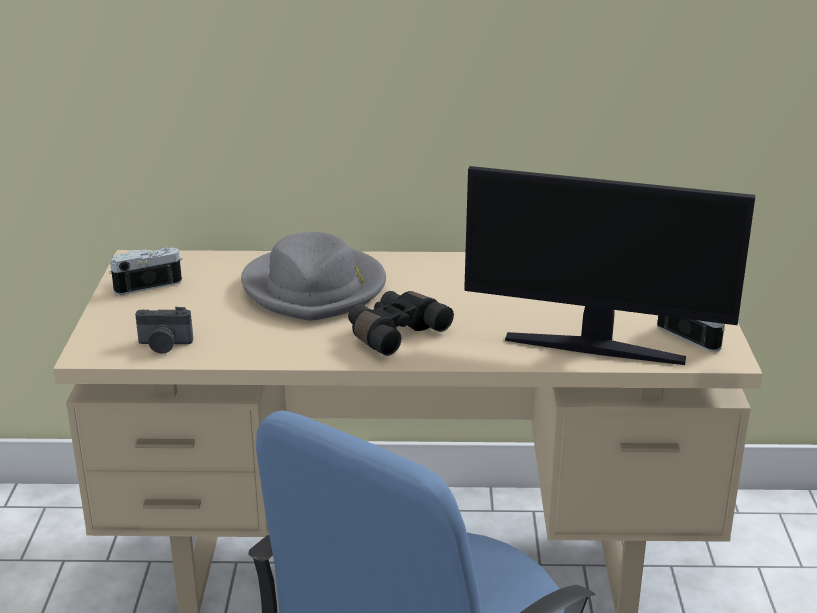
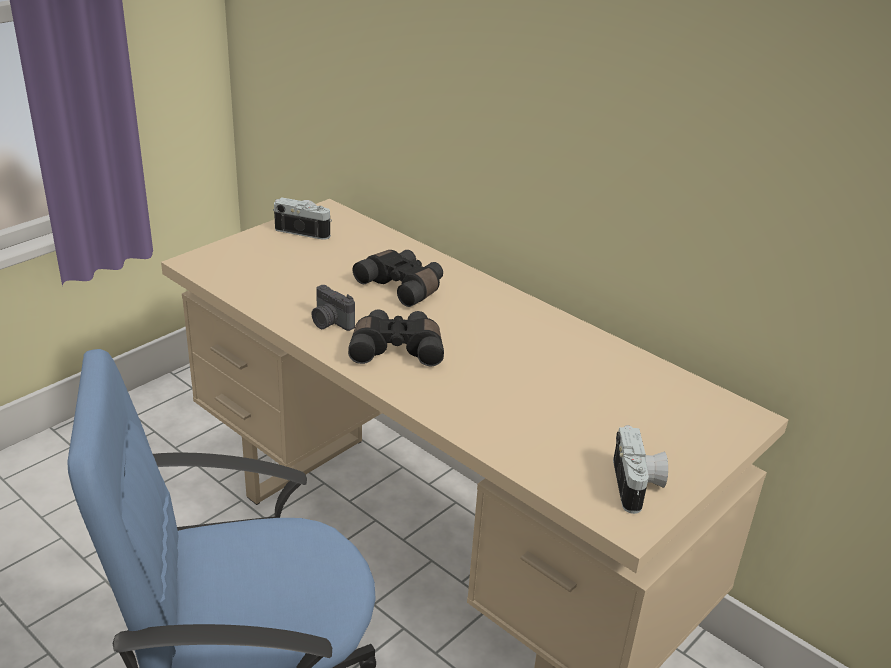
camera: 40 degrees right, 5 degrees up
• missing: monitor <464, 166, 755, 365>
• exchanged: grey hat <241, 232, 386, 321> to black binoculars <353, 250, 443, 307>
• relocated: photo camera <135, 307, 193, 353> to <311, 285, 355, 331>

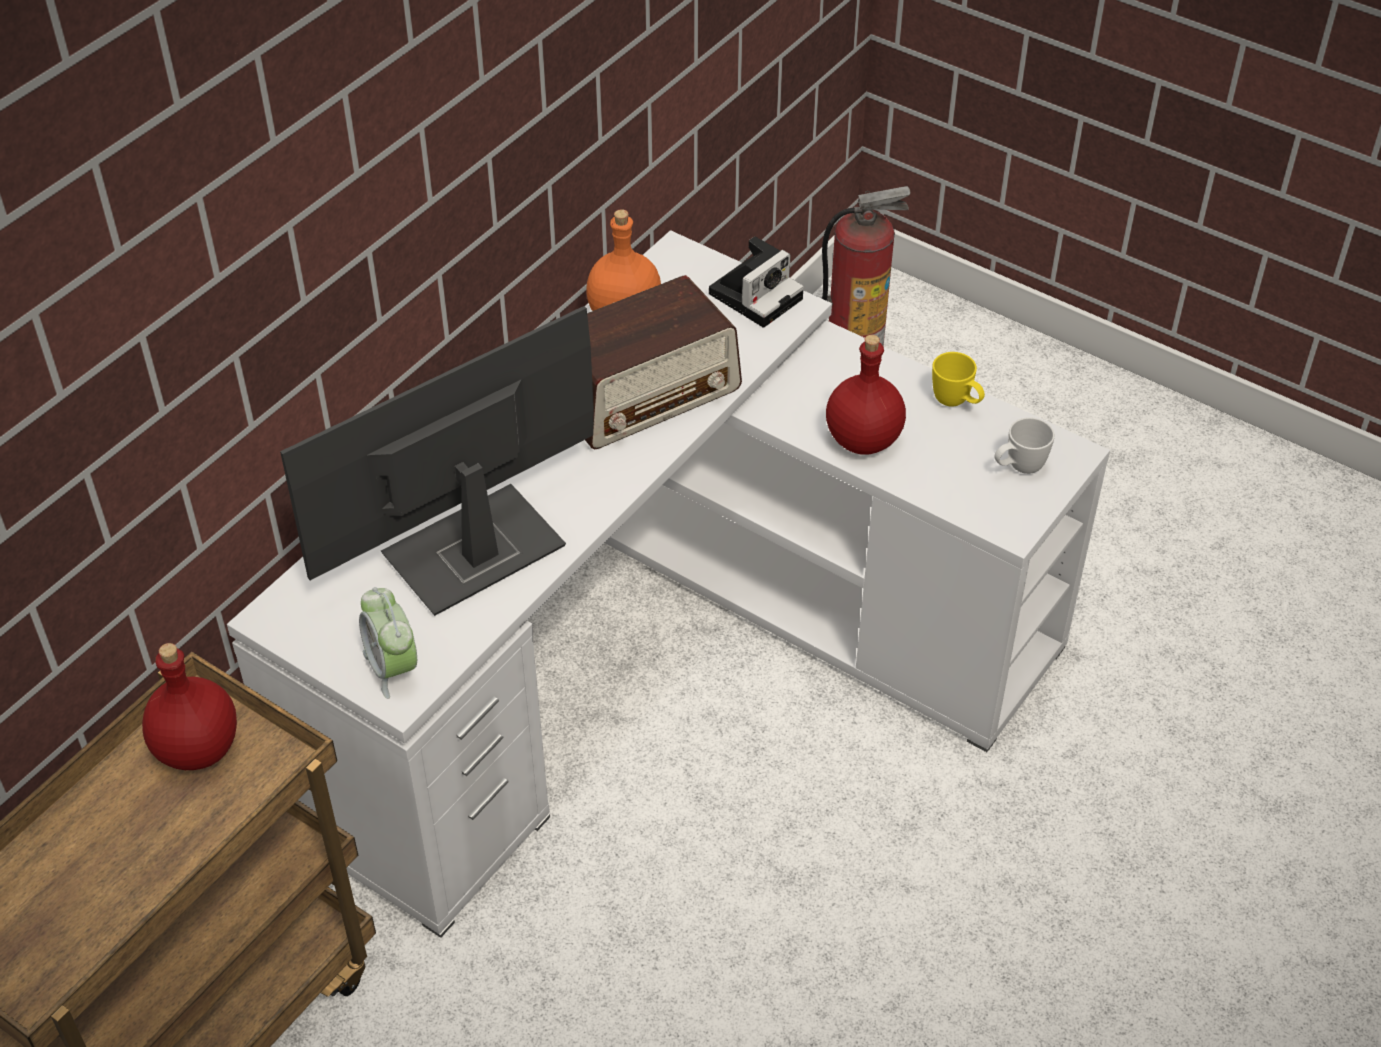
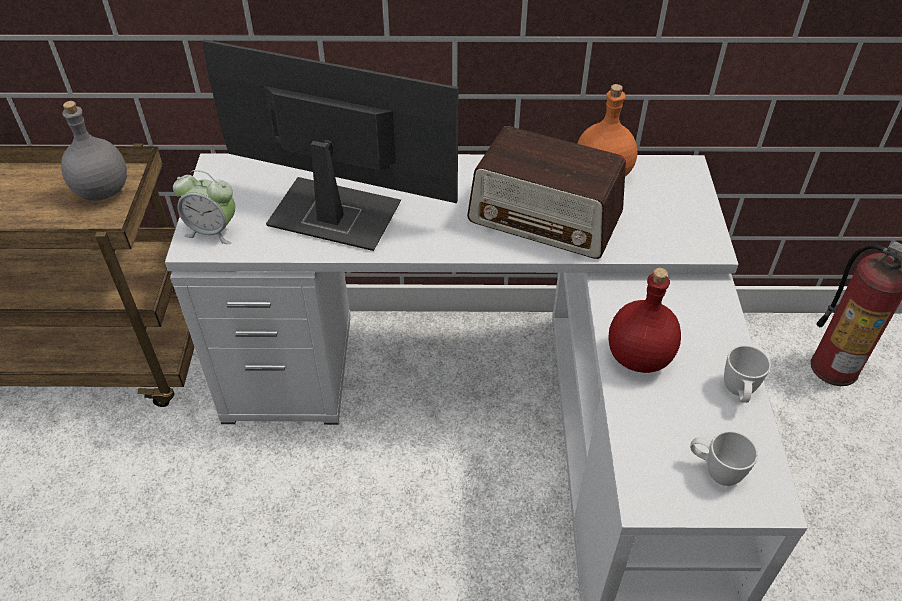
camera: 55 degrees right, 0 degrees up
• missing: photo camera <709, 236, 804, 328>
• colour: yellow mug <932, 352, 985, 406> to white mug <724, 345, 771, 403>
• spun: alarm clock <359, 587, 417, 699> = <173, 170, 235, 244> 105 degrees counterclockwise
• colour: red bottle <142, 643, 237, 770> to grey bottle <61, 101, 127, 201>

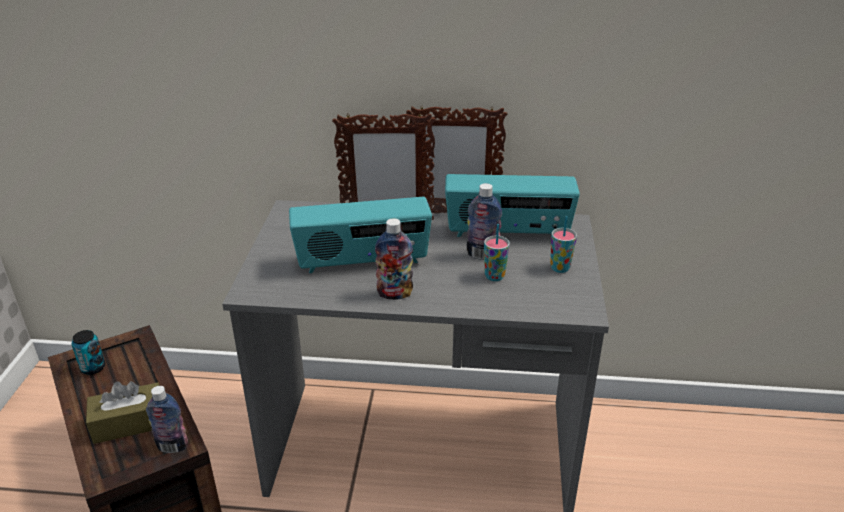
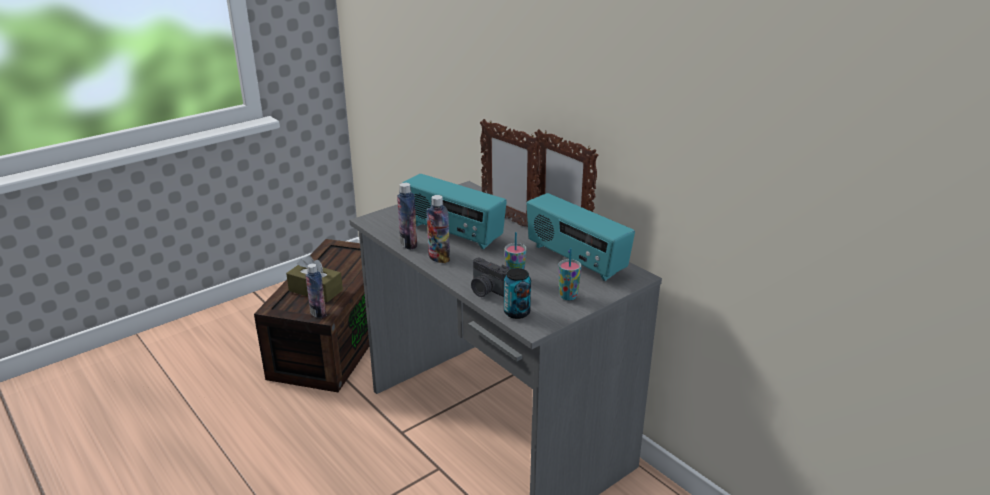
camera: 45 degrees right, 5 degrees down
• relocated: bottle <466, 183, 502, 260> to <397, 183, 417, 250>
• relocated: can <72, 330, 105, 375> to <504, 268, 531, 319>
• appeared: photo camera <471, 258, 509, 297>

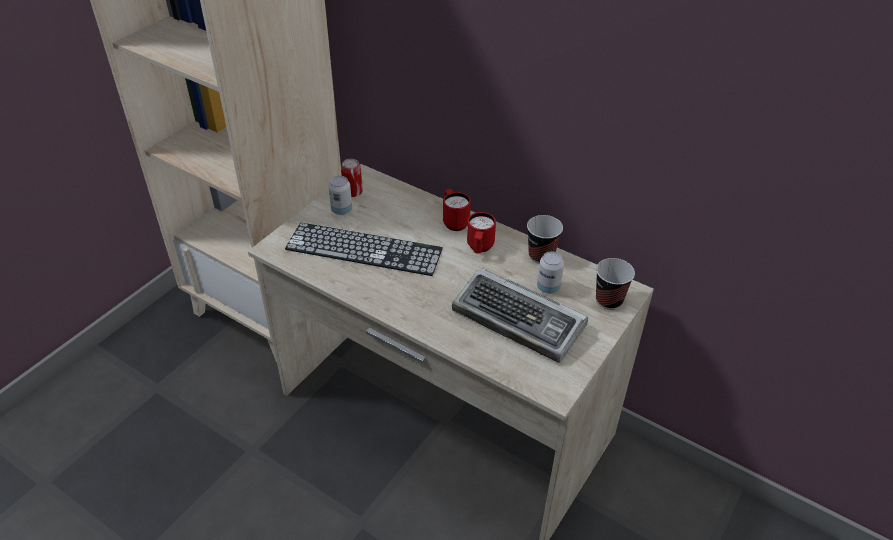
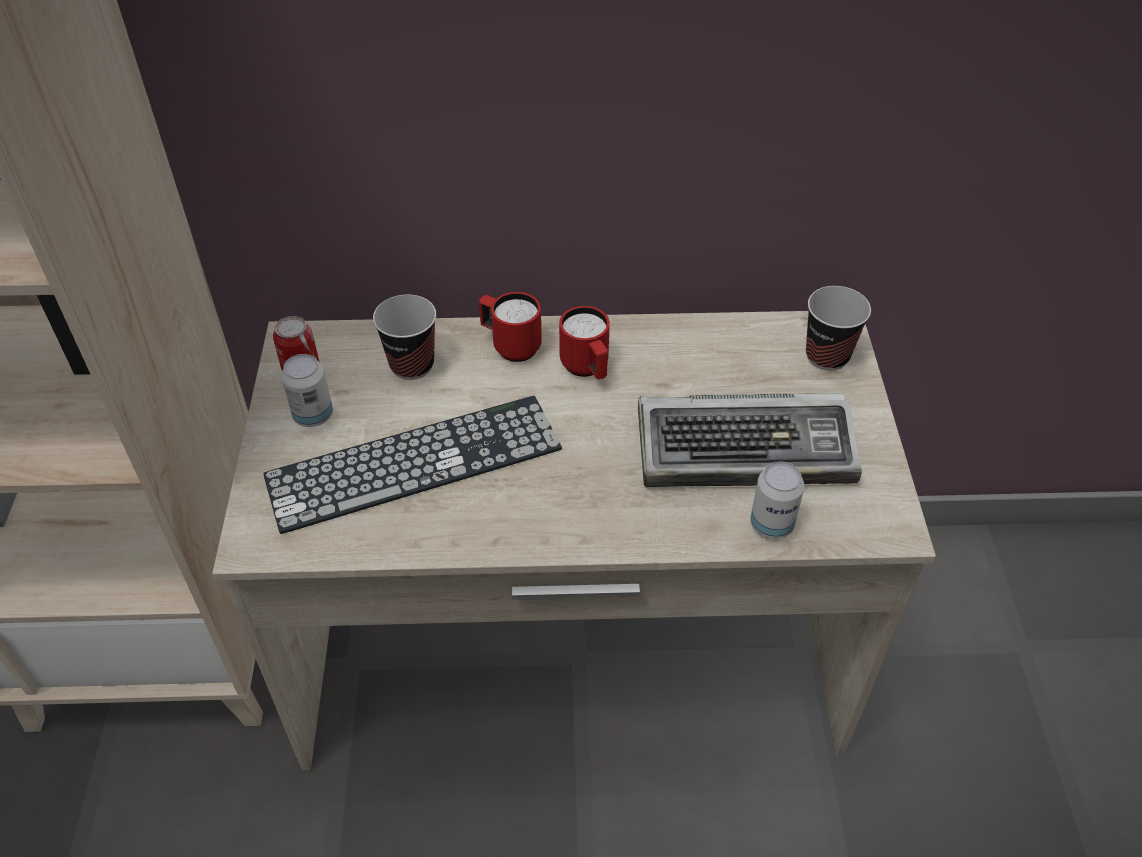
camera: 35 degrees left, 5 degrees up
• relocated: cup <527, 215, 563, 264> to <373, 295, 436, 380>
• relocated: can <537, 251, 564, 294> to <750, 462, 804, 539>

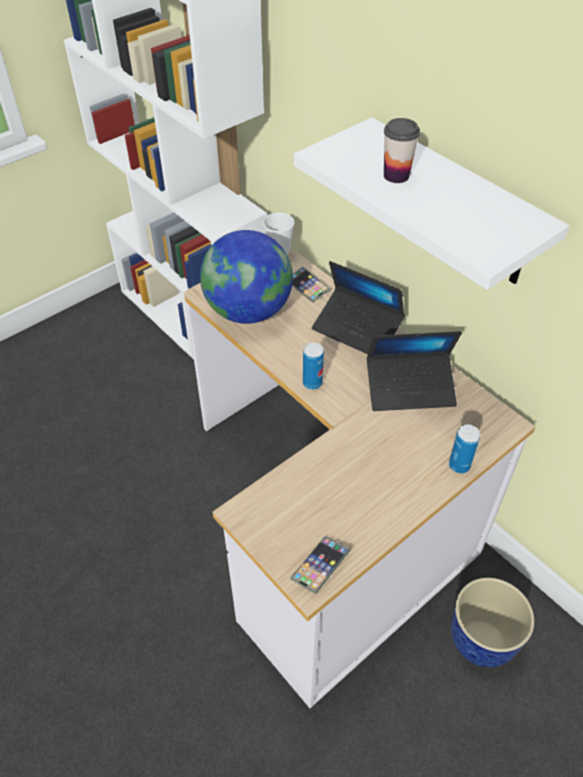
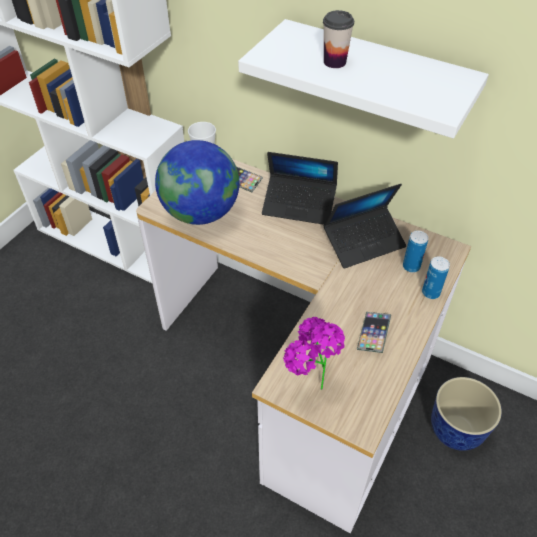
camera: 20 degrees left, 0 degrees up
• relocated: can <303, 343, 324, 390> to <403, 231, 428, 273>
• relocated: phone <290, 536, 350, 594> to <357, 312, 391, 353>
• appeared: potted plant <283, 317, 345, 390>

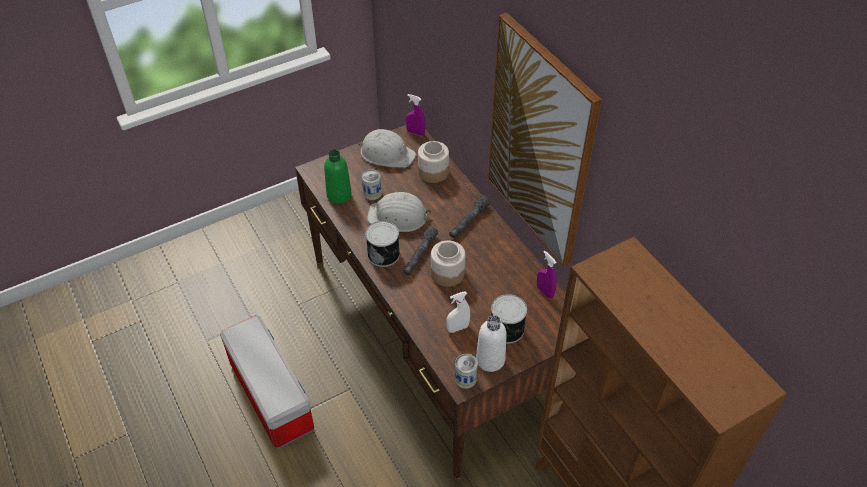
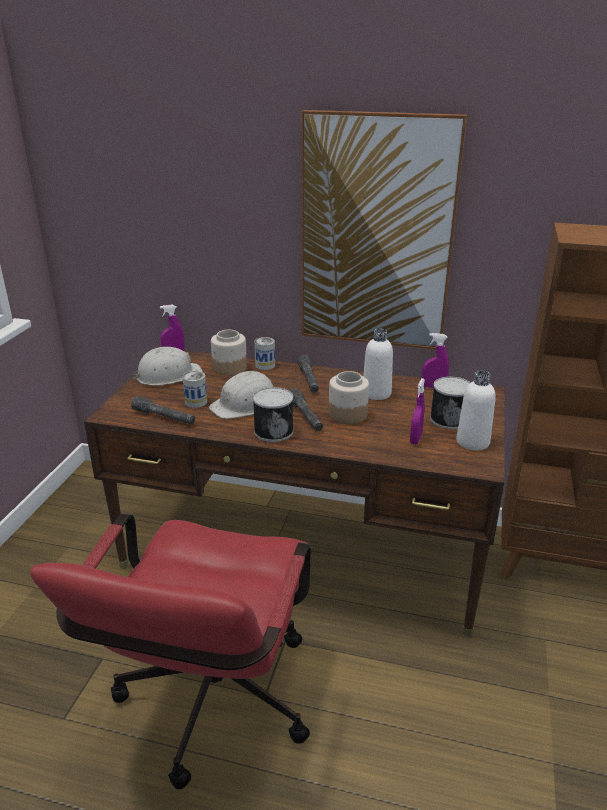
camera: 45 degrees left, 20 degrees down
• exchanged: green bottle <324, 149, 352, 204> to grey flashlight <131, 396, 195, 425>
• colour: white spray bottle <446, 292, 470, 333> to purple spray bottle <410, 378, 425, 444>
• exchanged: storage box <220, 315, 314, 449> to red office chair <30, 513, 311, 789>
• relocated: can <455, 354, 478, 389> to <254, 337, 275, 370>
• appeared: white bottle <363, 329, 393, 400>

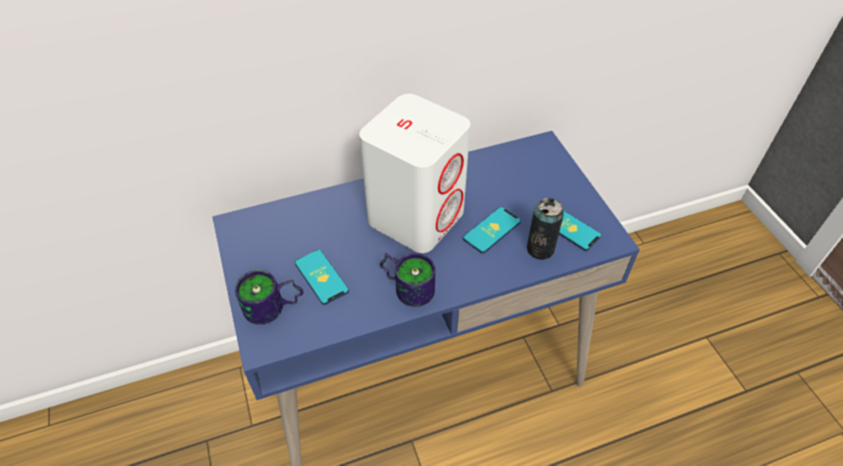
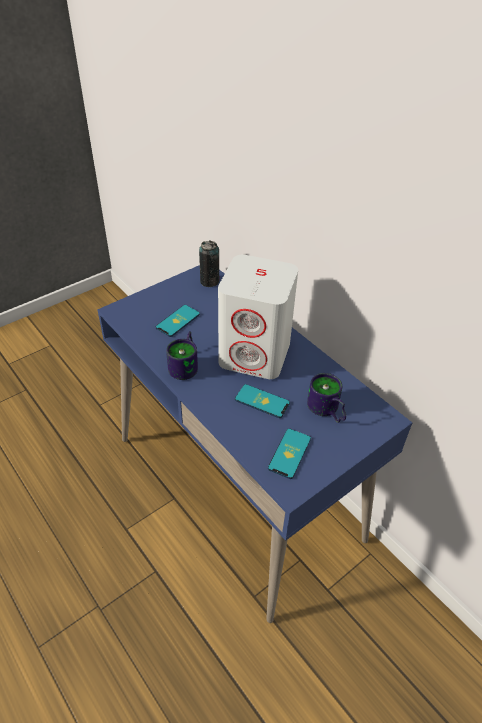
camera: 70 degrees right, 5 degrees down
• relocated: can <527, 198, 564, 260> to <199, 240, 219, 287>
• relocated: mug <235, 270, 303, 325> to <307, 373, 346, 423>

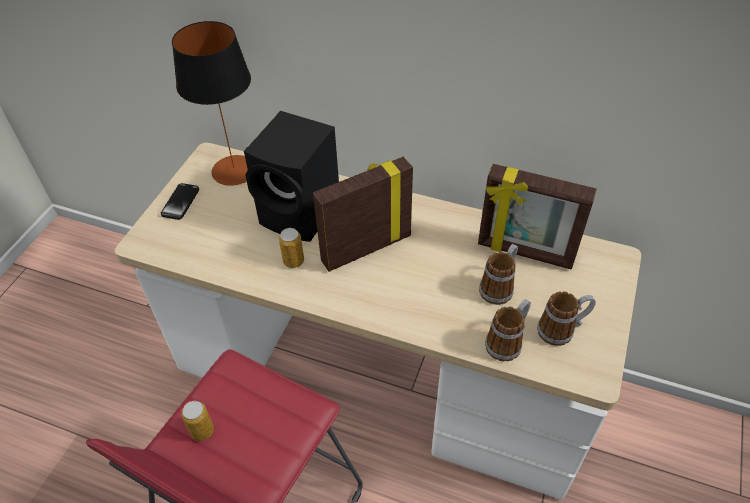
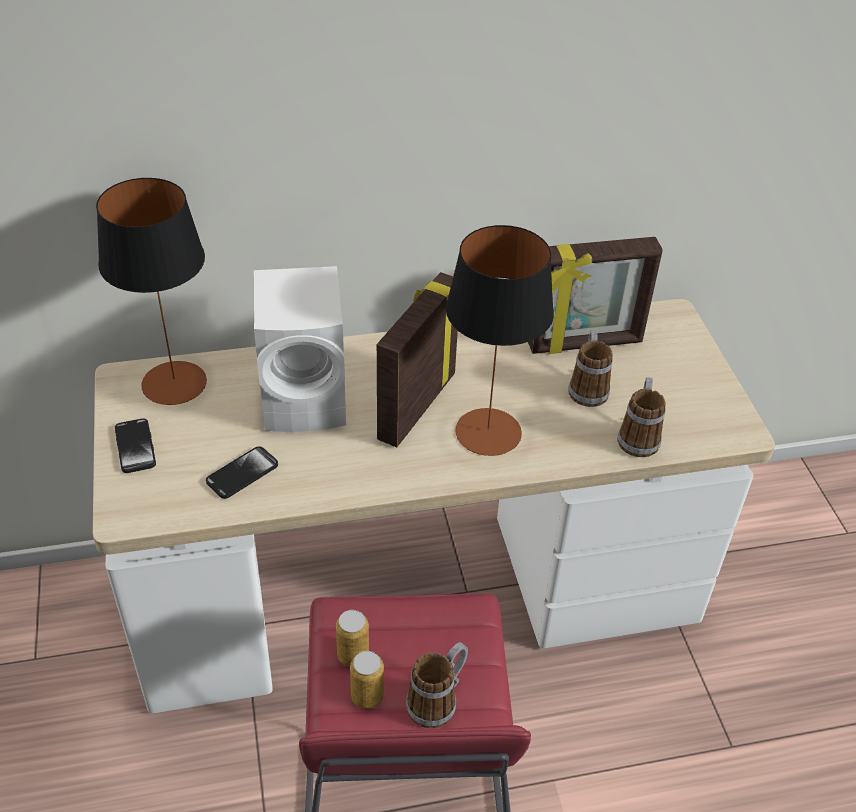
camera: 35 degrees left, 5 degrees down
• colour: black speaker <244, 111, 339, 242> to white speaker <254, 266, 346, 432>
• relocated: can <279, 228, 304, 268> to <336, 610, 369, 667>
• relocated: mug <537, 291, 596, 346> to <406, 642, 468, 728>
• appeared: table lamp <446, 225, 554, 456>
• appeared: phone <206, 446, 278, 499>

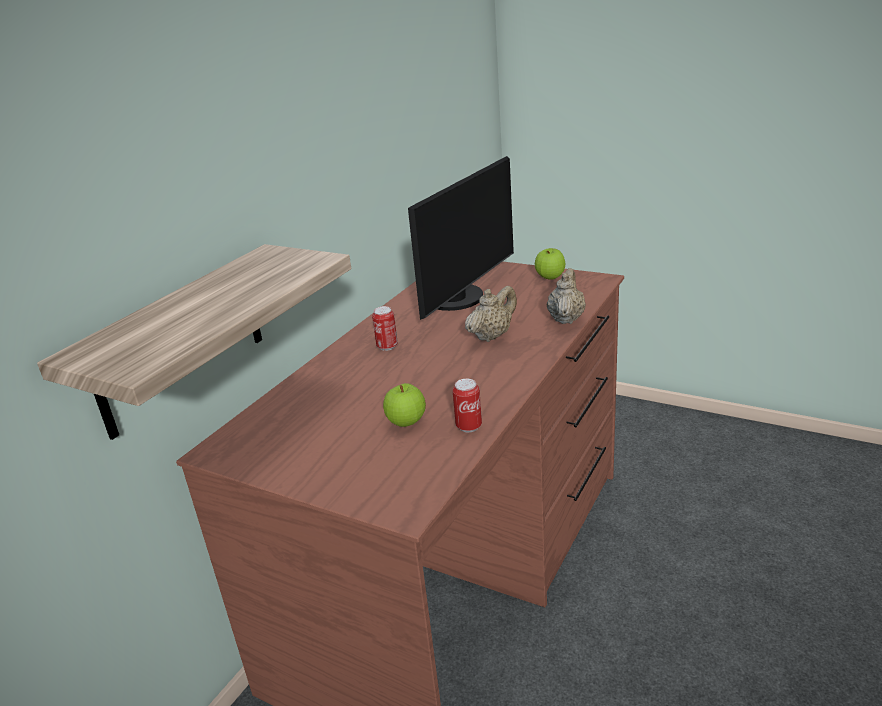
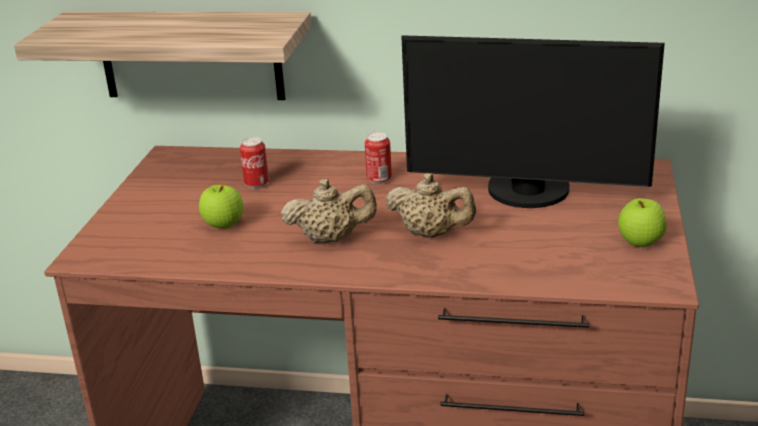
camera: 70 degrees right, 0 degrees up
• relocated: beige teapot <547, 268, 586, 324> to <281, 179, 377, 244>
• relocated: can <453, 379, 482, 432> to <240, 137, 269, 189>

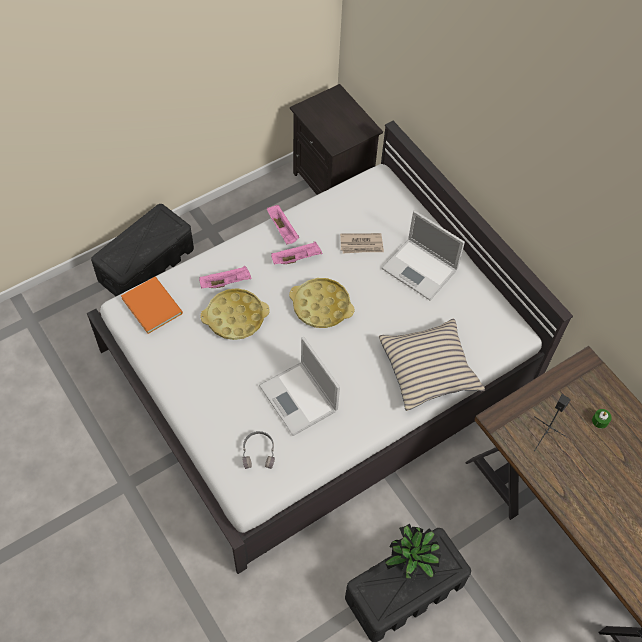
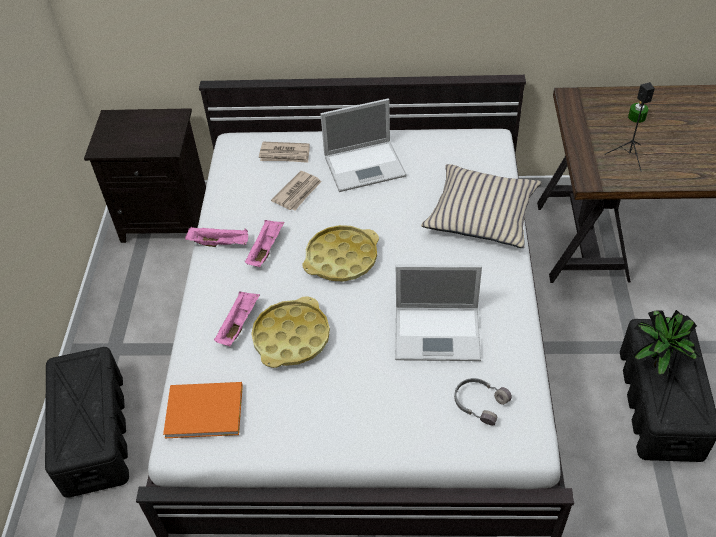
camera: 50 degrees left, 10 degrees down
• appeared: newspaper <259, 142, 310, 163>

